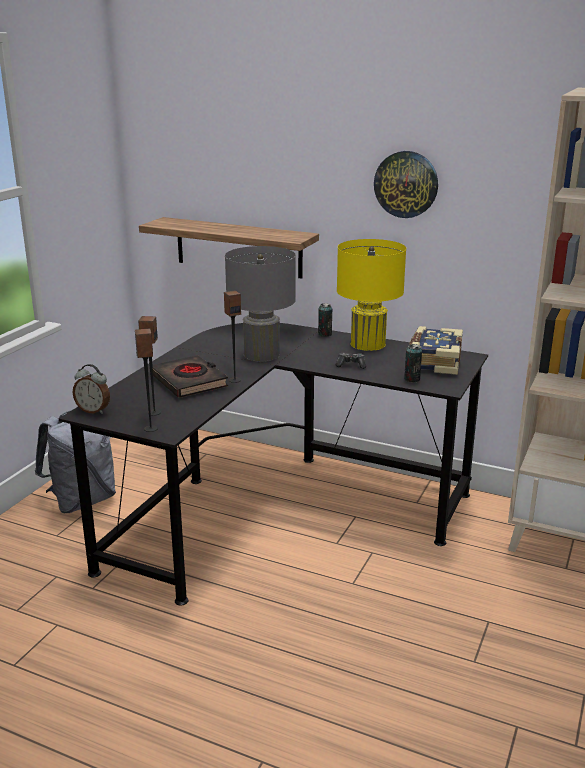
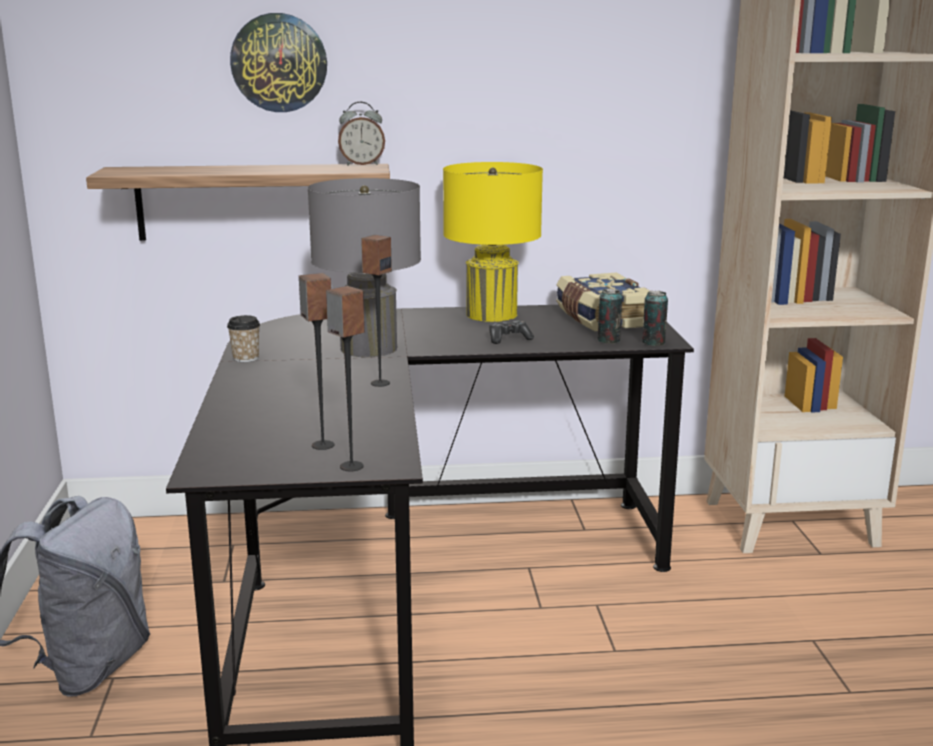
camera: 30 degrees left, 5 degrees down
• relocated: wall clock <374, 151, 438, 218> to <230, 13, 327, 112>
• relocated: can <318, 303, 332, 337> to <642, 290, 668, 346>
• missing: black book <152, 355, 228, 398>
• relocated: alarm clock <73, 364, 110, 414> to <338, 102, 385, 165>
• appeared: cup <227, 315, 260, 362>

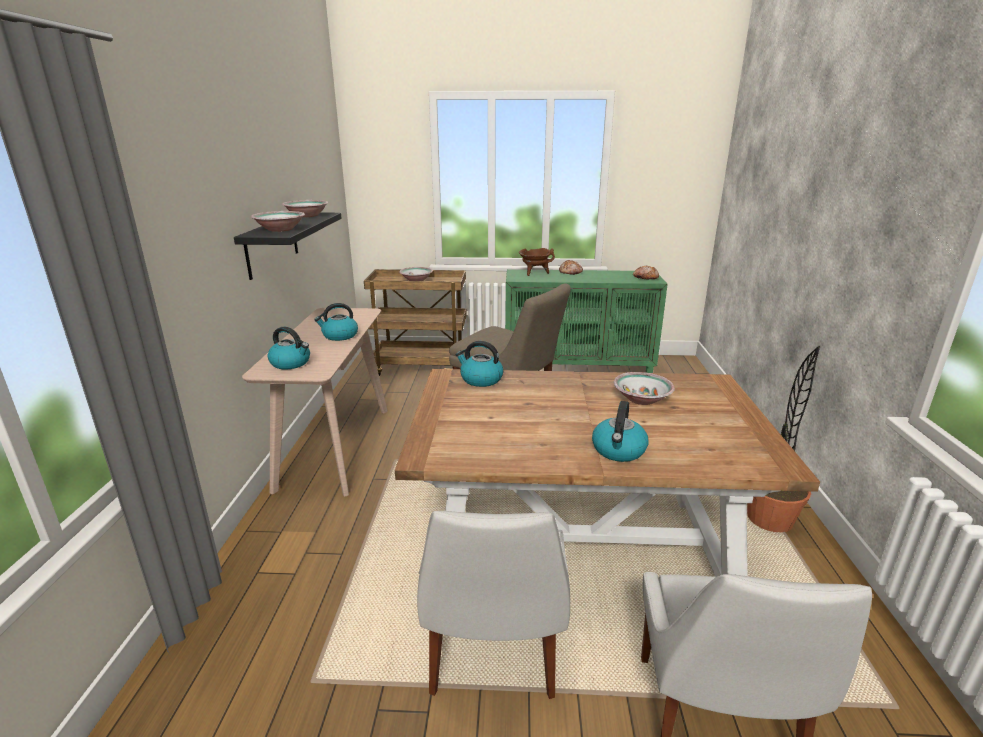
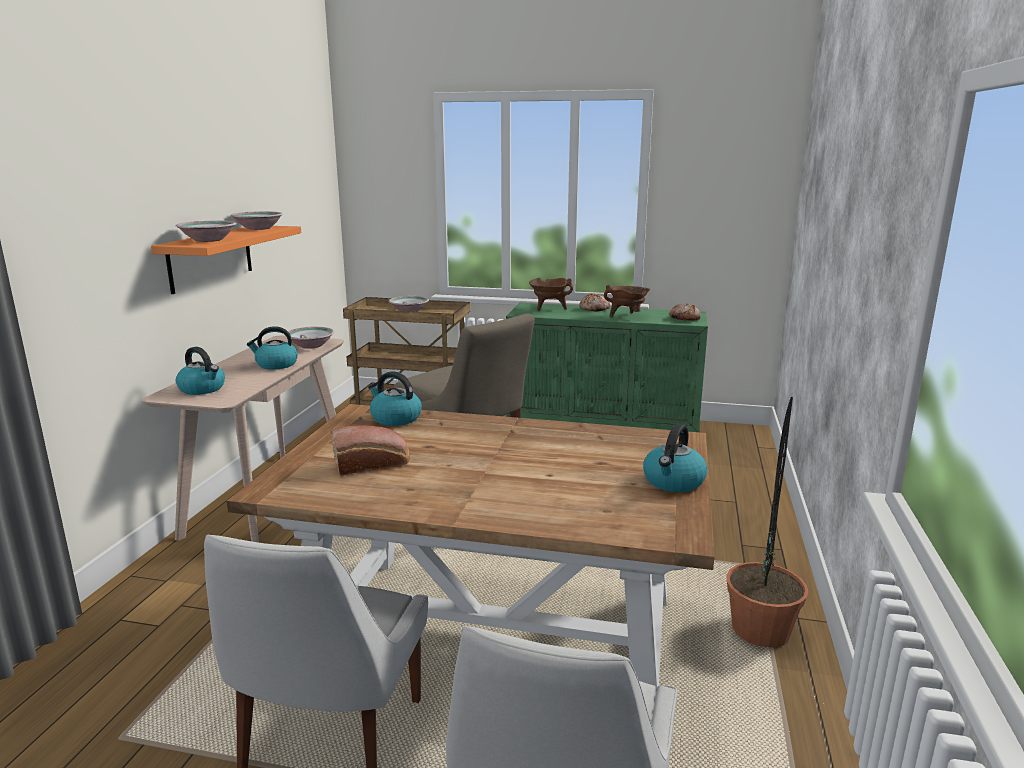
camera: 10 degrees right, 5 degrees down
• colour: black shelf <234, 213, 341, 280> to orange shelf <151, 226, 301, 294>
• relocated: bowl <614, 372, 675, 405> to <285, 326, 335, 349>
• relocated: kettle <592, 401, 649, 462> to <643, 424, 708, 492>
• appeared: brown cooking pot <604, 285, 650, 317>
• appeared: bread <331, 425, 410, 476>

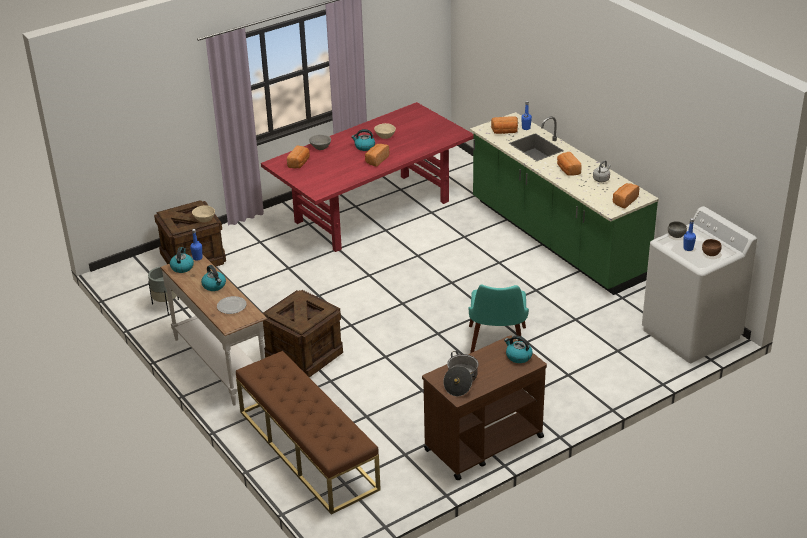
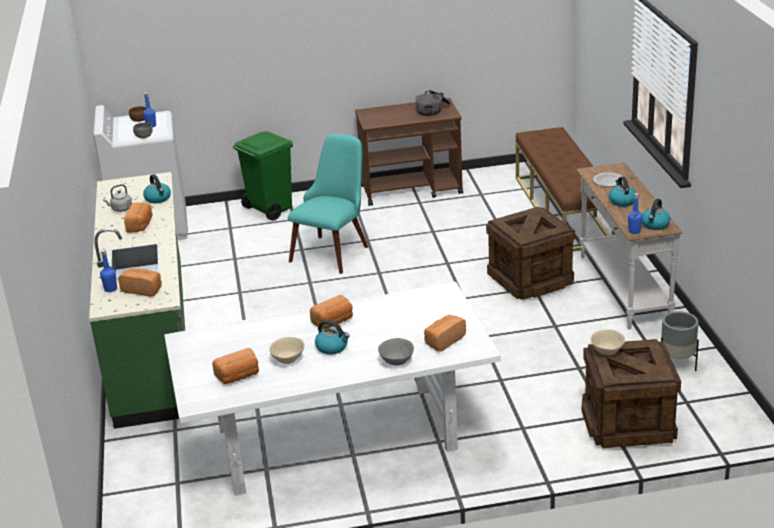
camera: 155 degrees left, 5 degrees down
• colour: red dining table <261, 102, 473, 252> to white dining table <164, 282, 501, 496>
• relocated: bread <613, 183, 639, 208> to <212, 348, 259, 384>
• relocated: kettle <504, 335, 533, 363> to <143, 174, 171, 203>
• appeared: green trash can <233, 131, 293, 221>

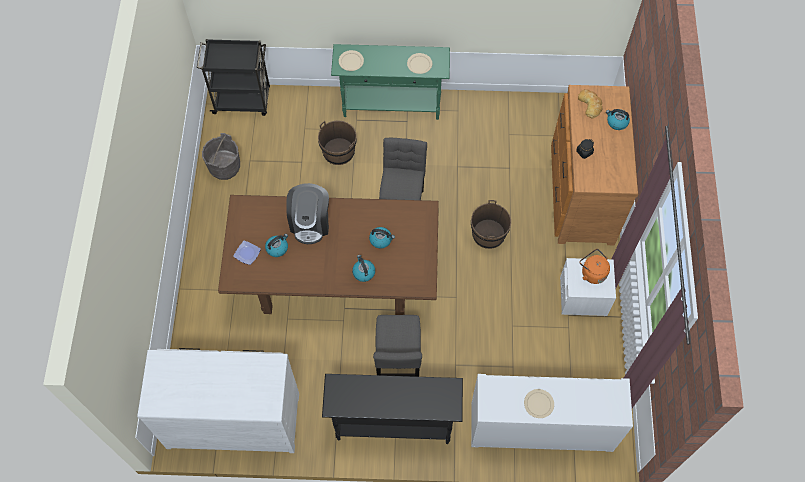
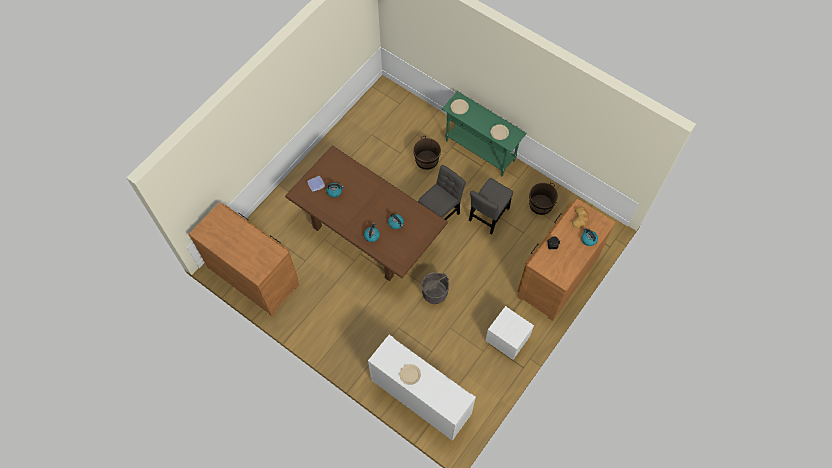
camera: 35 degrees right, 0 degrees up
• missing: black cart <197, 39, 270, 116>
• relocated: grey bucket <202, 133, 240, 180> to <421, 272, 449, 304>
• missing: coffee machine <286, 183, 329, 244>
• relocated: brown bucket <471, 200, 511, 249> to <529, 182, 558, 215>
• missing: orange kettle <579, 249, 610, 284>
• relocated: grey chair <373, 315, 422, 377> to <469, 178, 513, 235>
• colour: white dresser <137, 348, 299, 453> to brown dresser <188, 202, 299, 316>
• missing: black console table <322, 374, 463, 444>

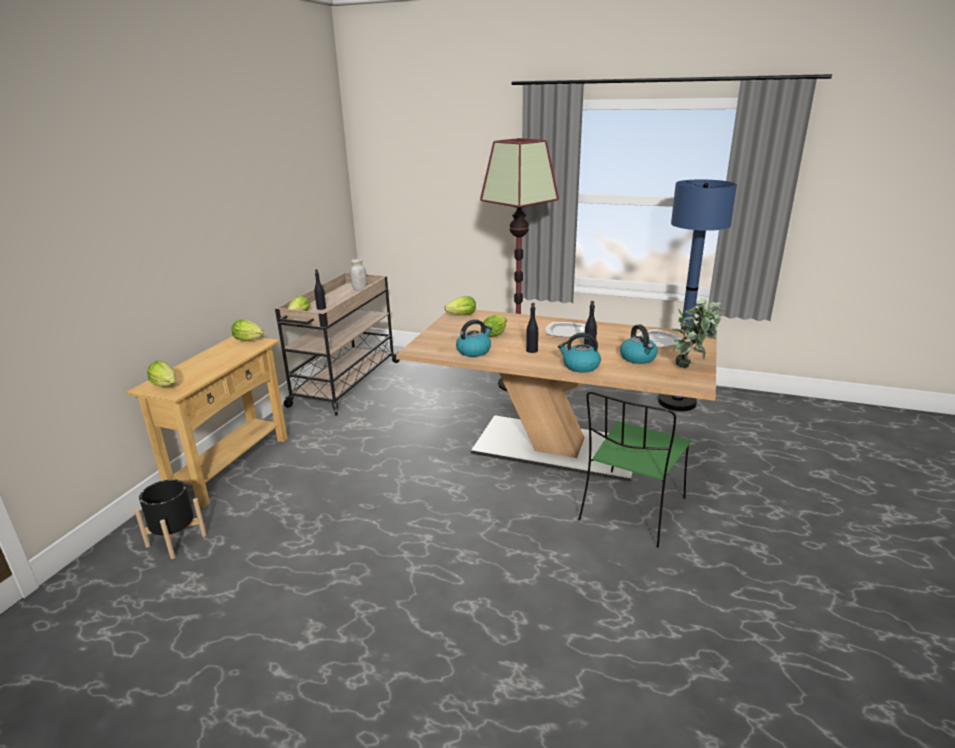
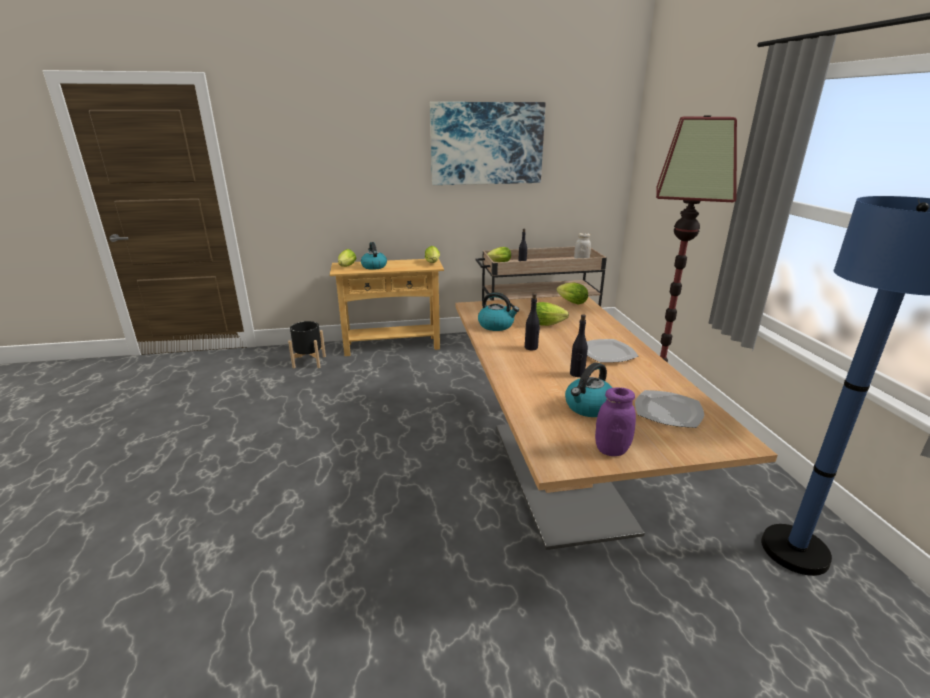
camera: 60 degrees right, 0 degrees up
• exchanged: potted plant <672, 299, 725, 368> to purple jar <595, 387, 636, 456>
• relocated: kettle <558, 333, 601, 373> to <361, 242, 387, 270>
• missing: green chair <578, 392, 692, 548>
• appeared: picture <430, 102, 546, 185>

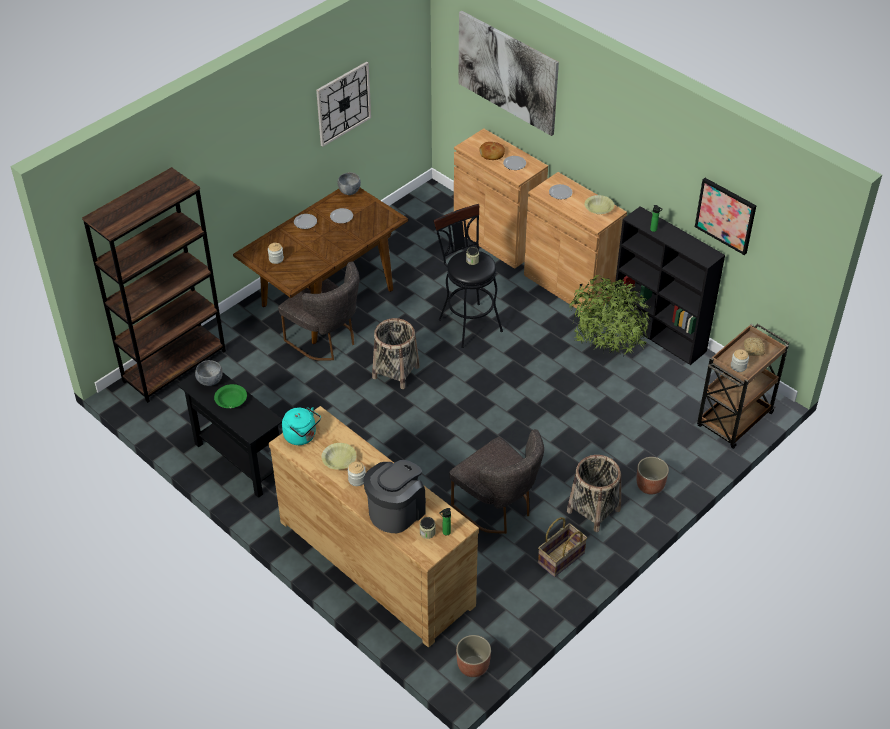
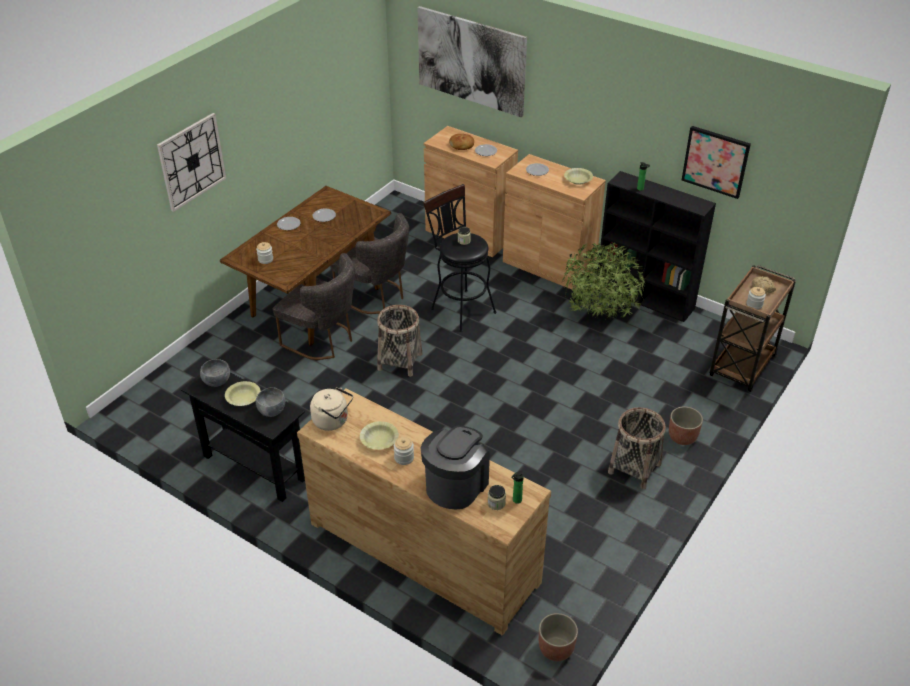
camera: 10 degrees left, 5 degrees down
• relocated: wall clock <316, 62, 371, 147> to <157, 113, 226, 212>
• missing: brown bookcase <82, 167, 226, 403>
• relocated: grey bowl <338, 172, 361, 195> to <256, 387, 285, 417>
• colour: green bowl <214, 384, 247, 408> to yellow bowl <225, 381, 261, 406>
• colour: turquoise kettle <282, 407, 321, 445> to beige kettle <310, 387, 353, 431>
• relocated: grey chair <449, 429, 544, 534> to <330, 213, 409, 314>
• missing: basket <538, 517, 587, 577>

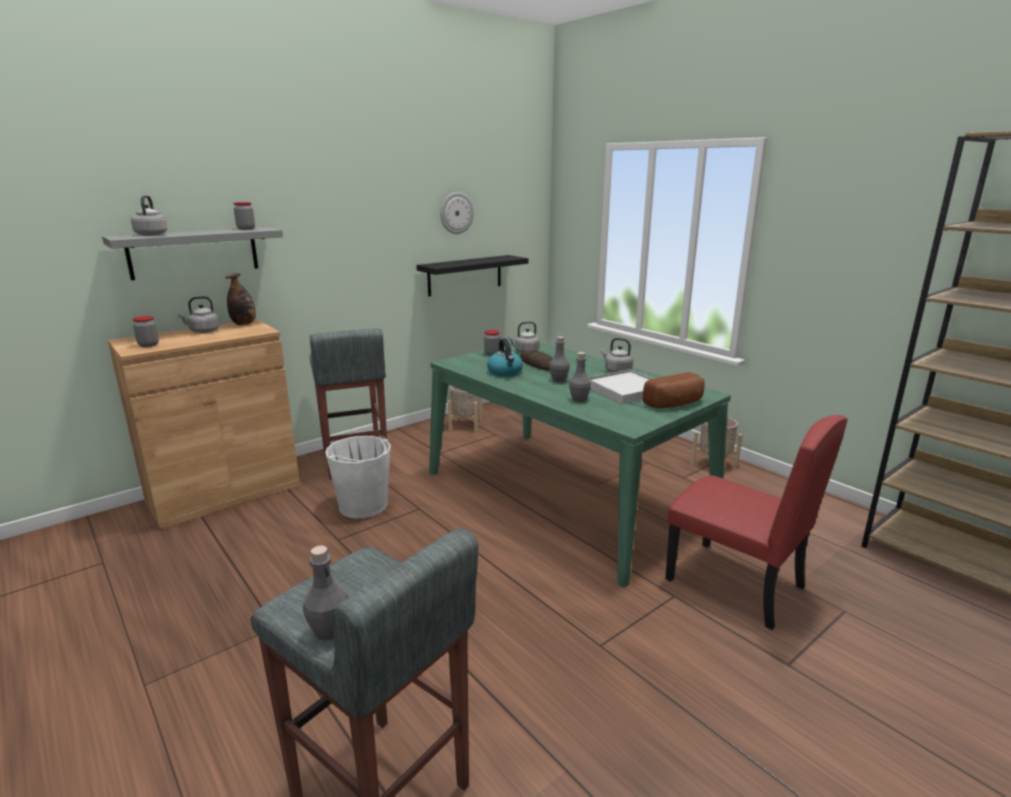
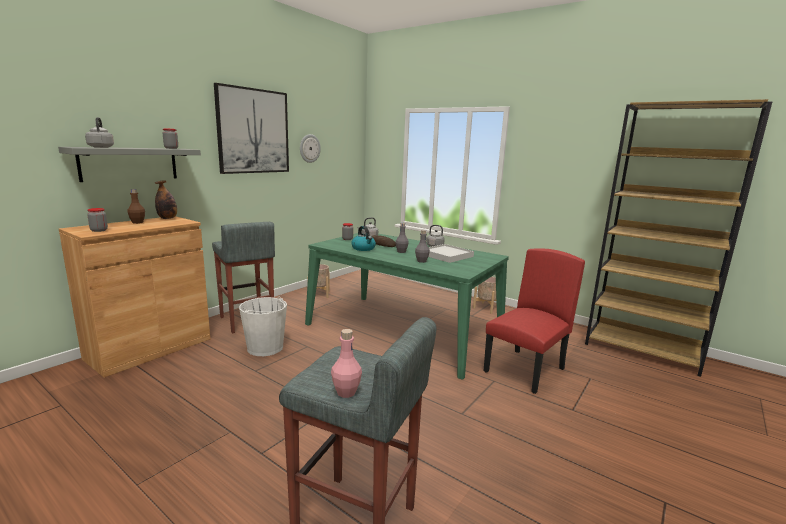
camera: 15 degrees left, 5 degrees down
• missing: black shelf <417, 255, 529, 296>
• exchanged: grey kettle <178, 296, 220, 333> to brown bottle <128, 189, 145, 224>
• missing: bread <643, 372, 705, 409>
• spun: red chair <665, 415, 848, 630> = <484, 248, 585, 394> 75 degrees counterclockwise
• colour: grey bottle <303, 545, 348, 640> to pink bottle <331, 329, 362, 398>
• appeared: picture <214, 83, 289, 174>

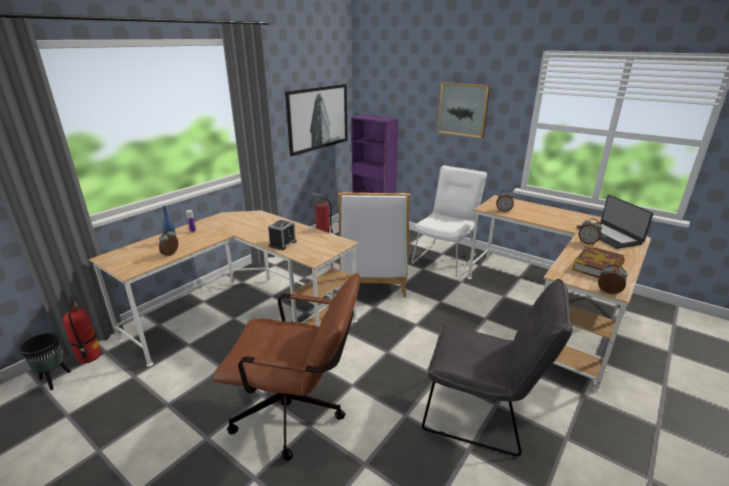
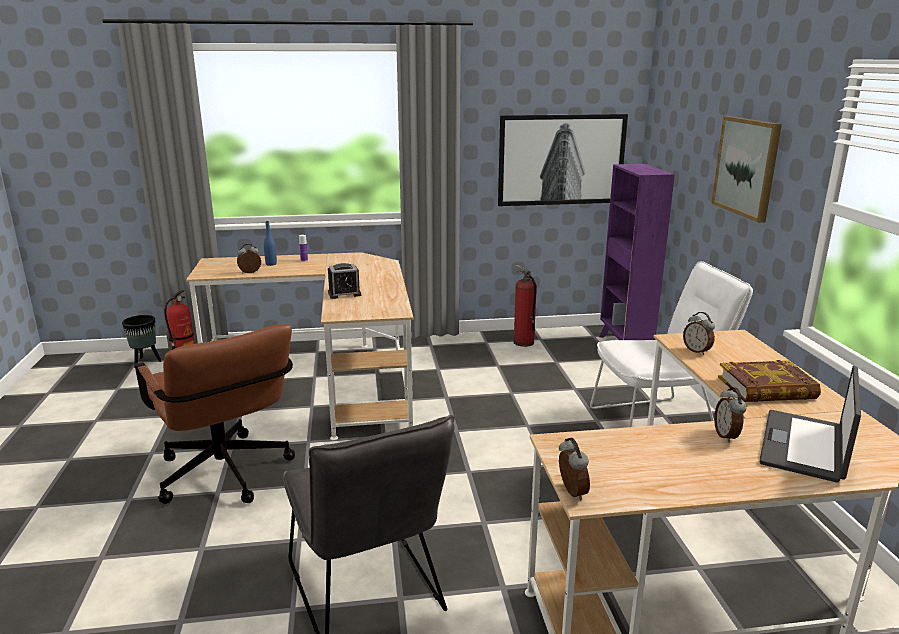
camera: 45 degrees right, 5 degrees down
• missing: white chair <338, 192, 411, 297>
• relocated: book <572, 245, 625, 278> to <718, 360, 821, 402>

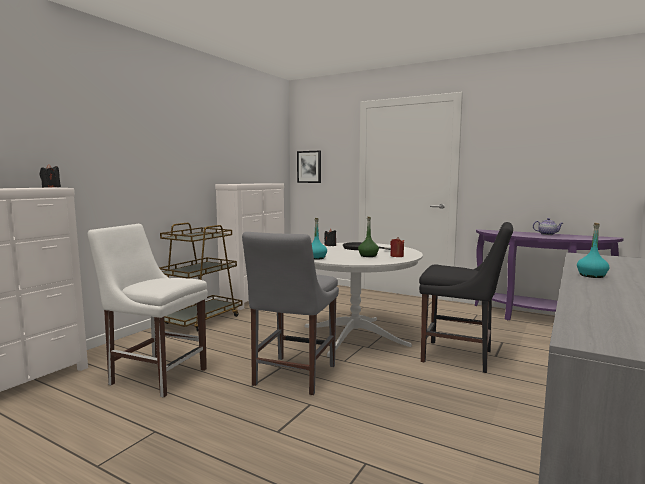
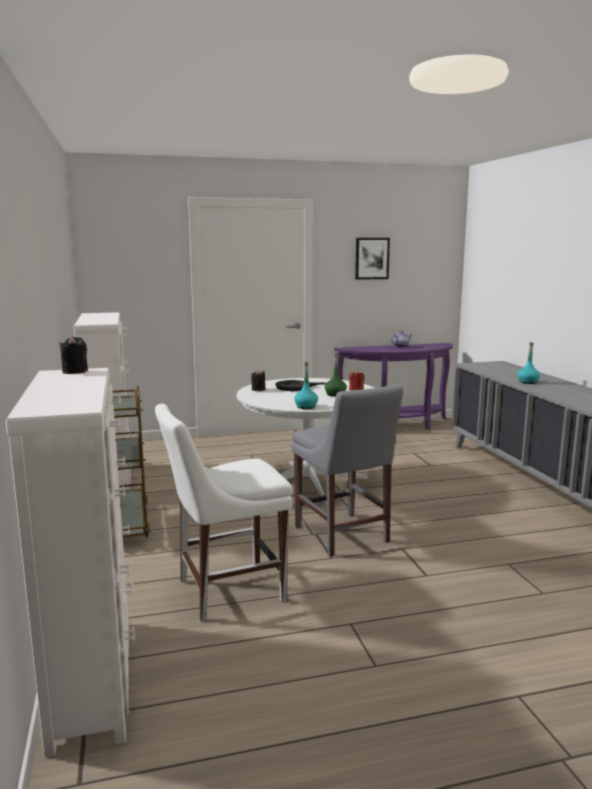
camera: 45 degrees left, 5 degrees up
• relocated: picture <297, 151, 321, 183> to <355, 238, 390, 280>
• missing: black chair <419, 222, 513, 373>

